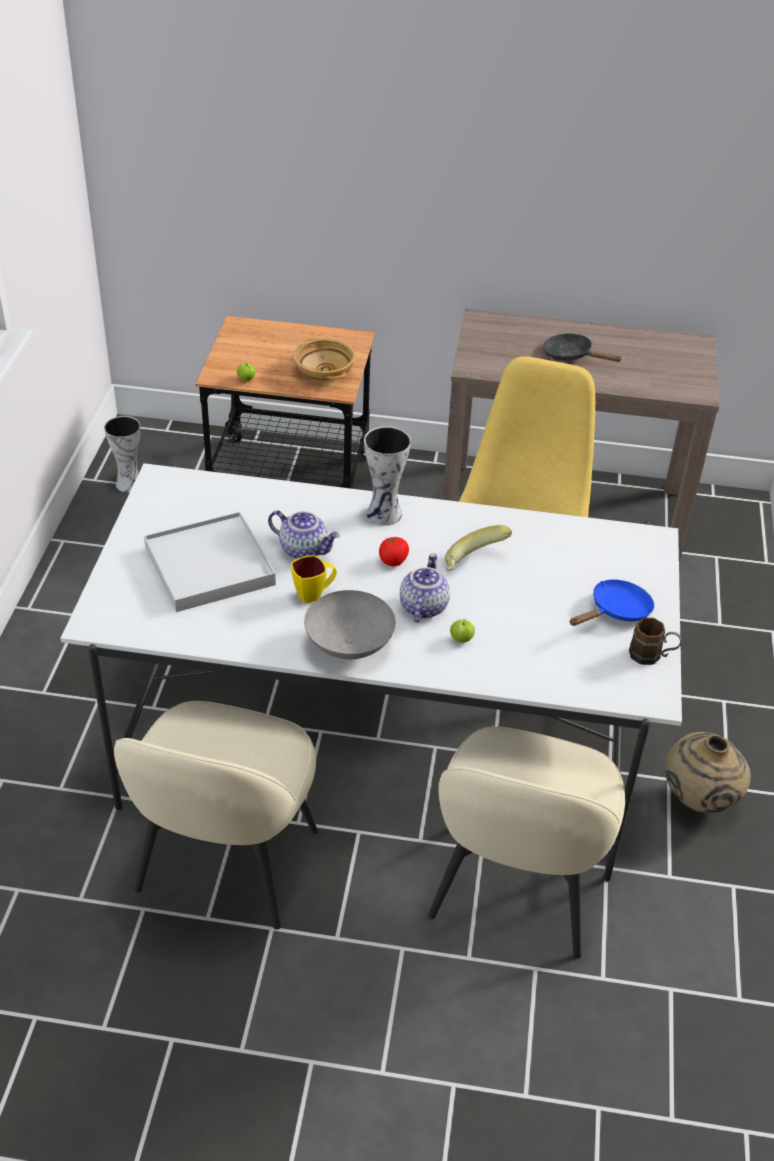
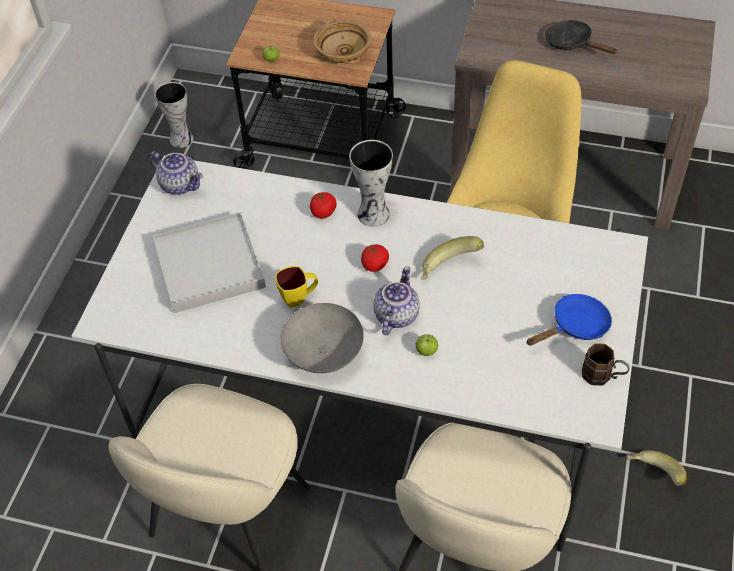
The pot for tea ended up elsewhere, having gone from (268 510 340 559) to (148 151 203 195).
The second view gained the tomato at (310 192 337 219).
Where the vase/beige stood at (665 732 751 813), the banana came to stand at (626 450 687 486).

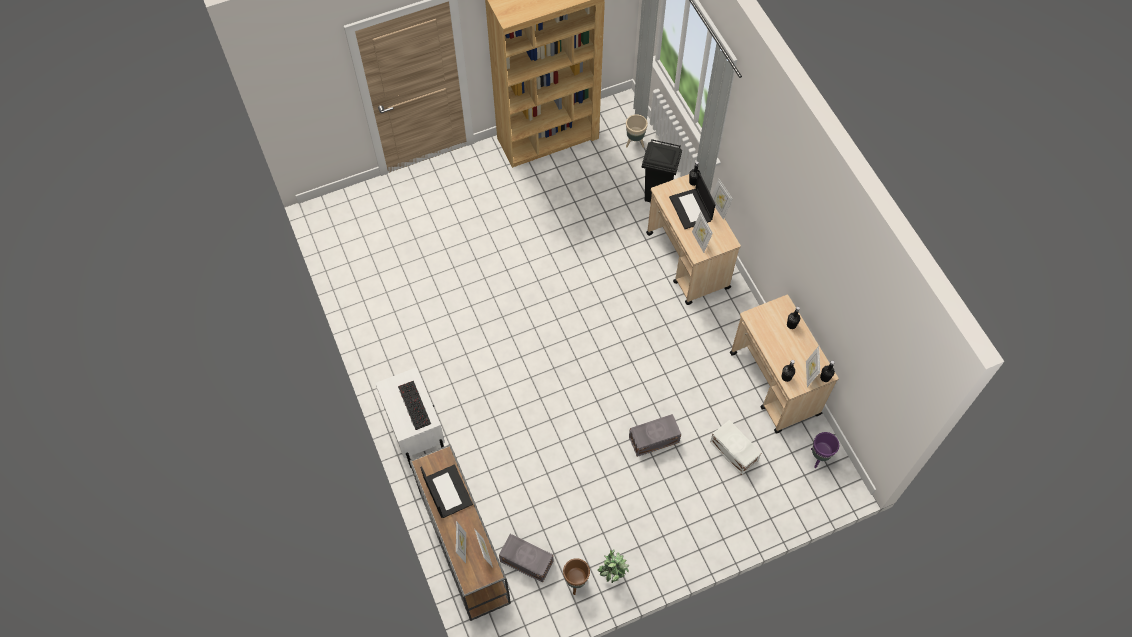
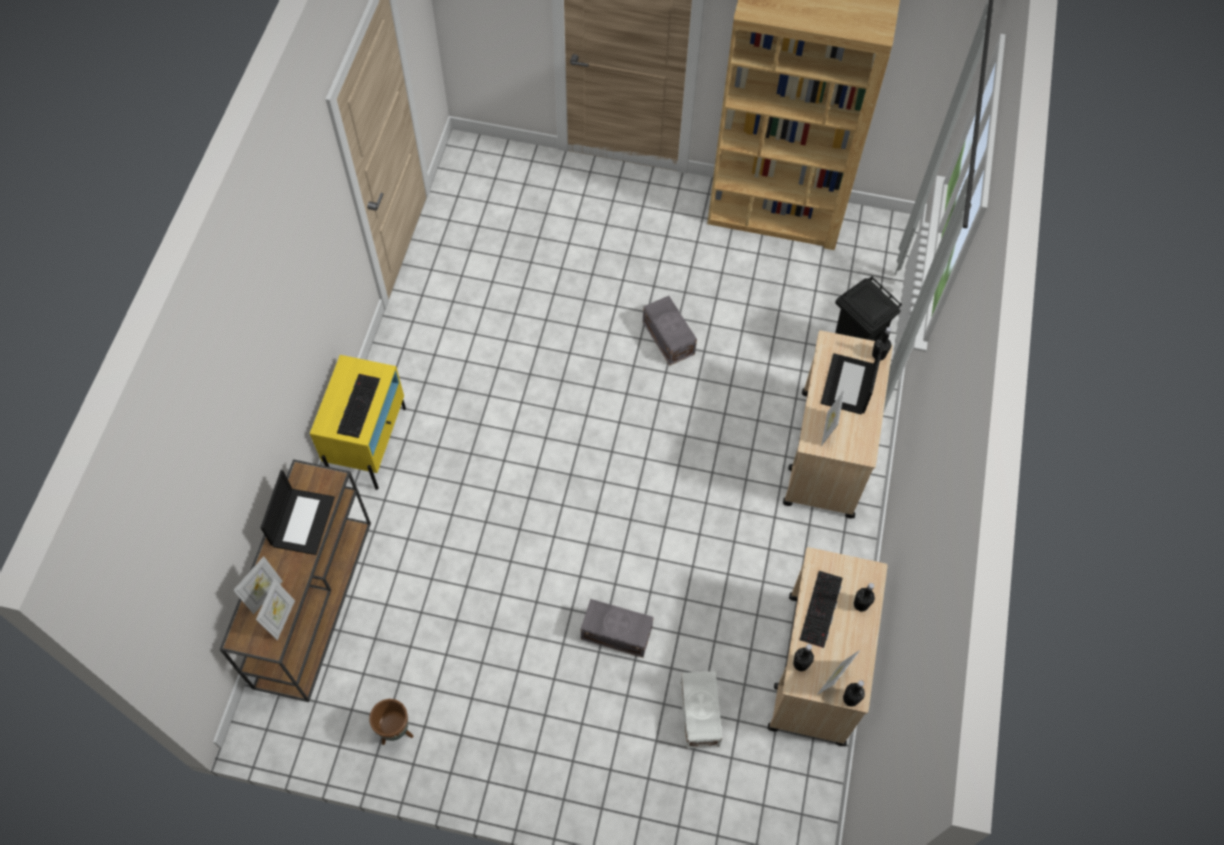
What was the night table/white-coloured at (375 367 445 469) turned into the night table/yellow at (310 355 406 490).
The storage bin/gray ended up elsewhere, having gone from (499 534 553 583) to (643 296 697 365).
The second view gained the PC keyboard at (800 571 843 648).
The second view lost the potted plant at (598 550 629 583).
The second view lost the planter/beige at (626 115 648 148).
The second view lost the picture frame at (712 179 733 220).
The second view lost the planter/purple-coloured at (811 432 839 468).

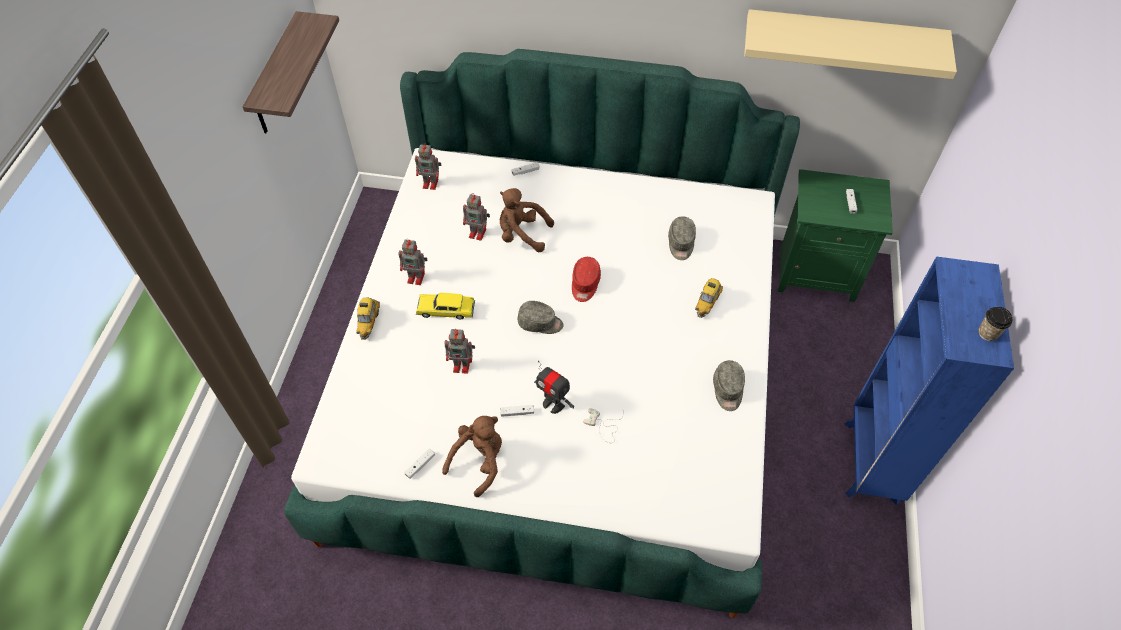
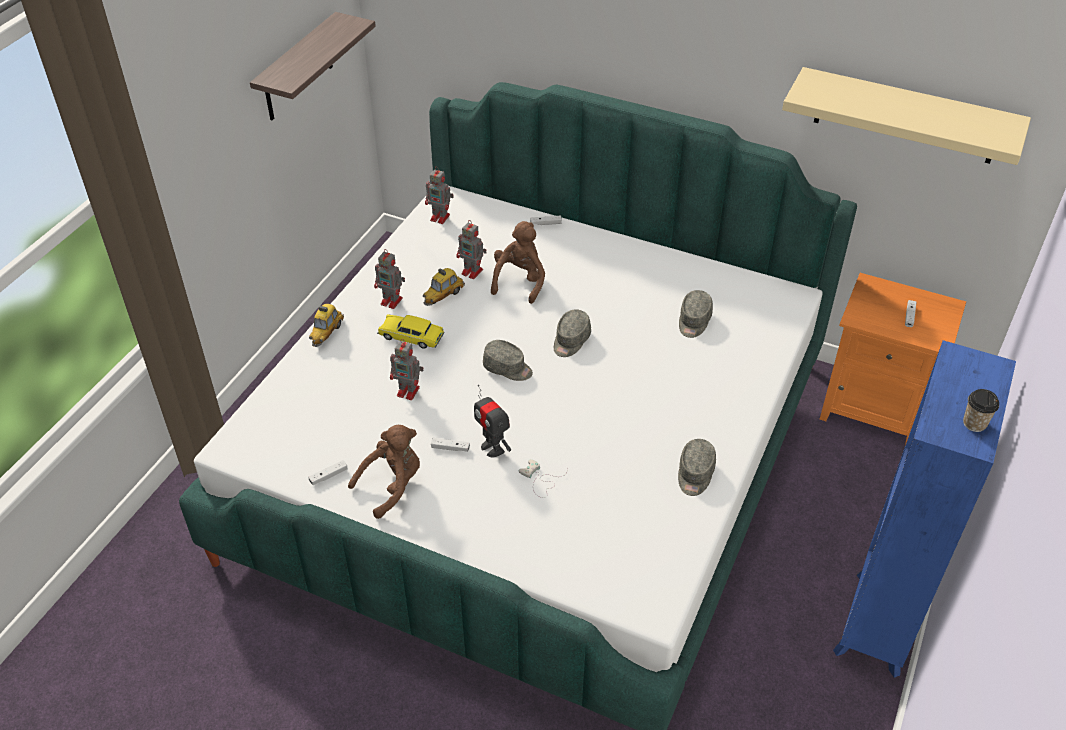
The toy car ended up elsewhere, having gone from (695 278 723 318) to (423 268 465 306).
The cuddly toy/brownish at (500 188 554 252) ended up facing another way, 75 degrees clockwise from before.
What was the baseball cap/reddish at (572 257 601 302) turned into the baseball cap/gray at (554 309 591 357).
What was the night table/greenish at (777 169 893 302) turned into the night table/orange-coloured at (820 273 966 445).

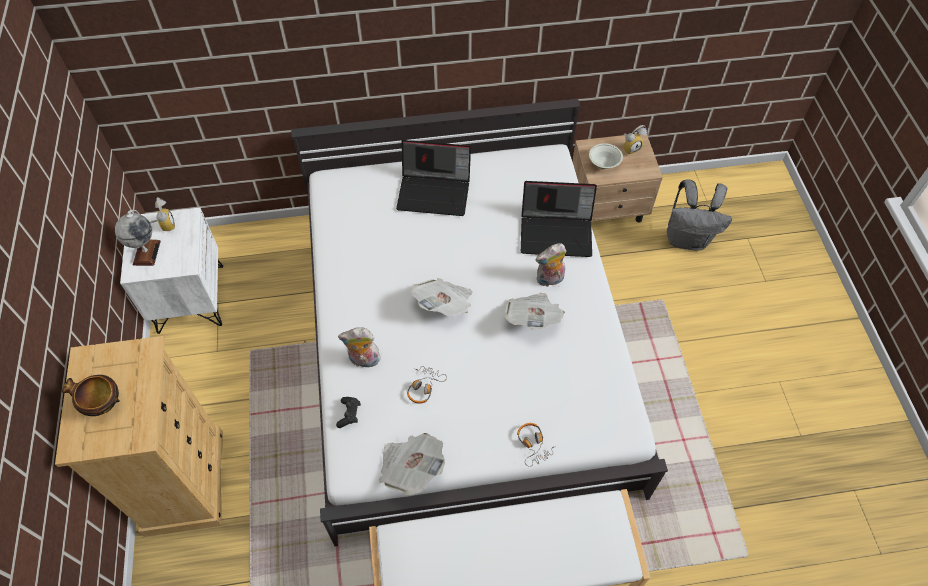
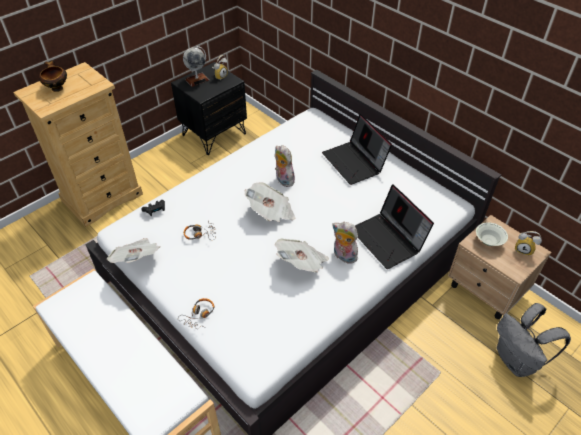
What was the night table/white-coloured at (120 207 223 334) turned into the night table/blackish at (171 62 247 155).
The cuddly toy ended up elsewhere, having gone from (338 327 381 368) to (275 145 295 187).

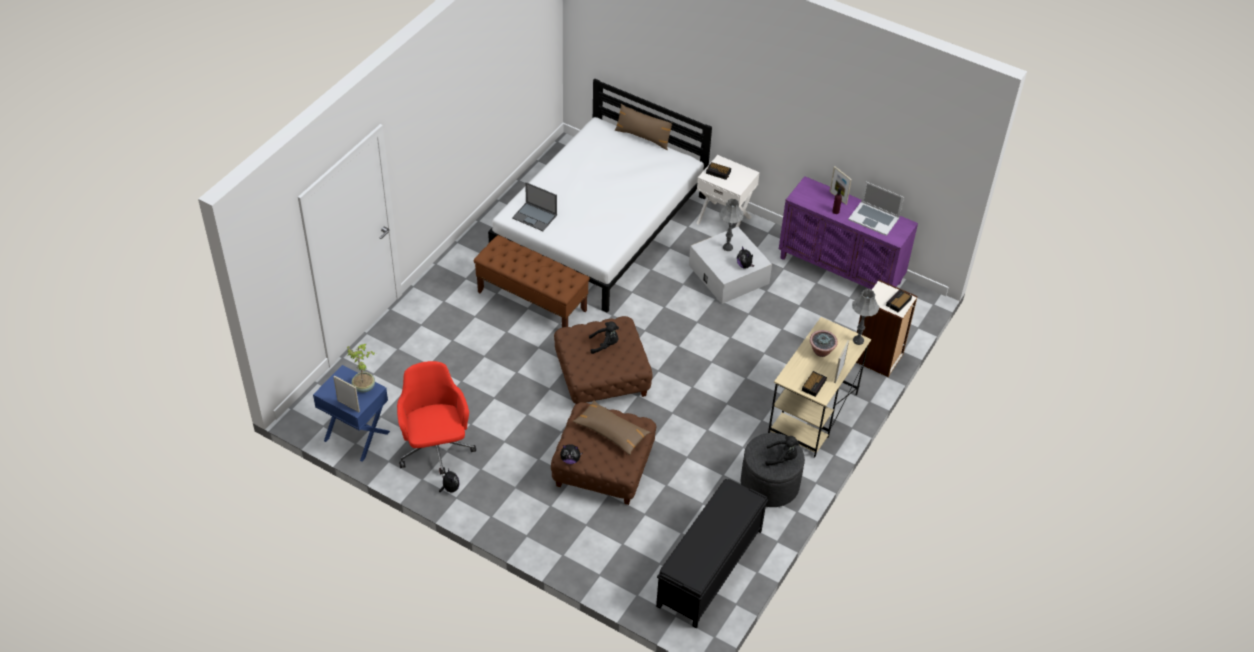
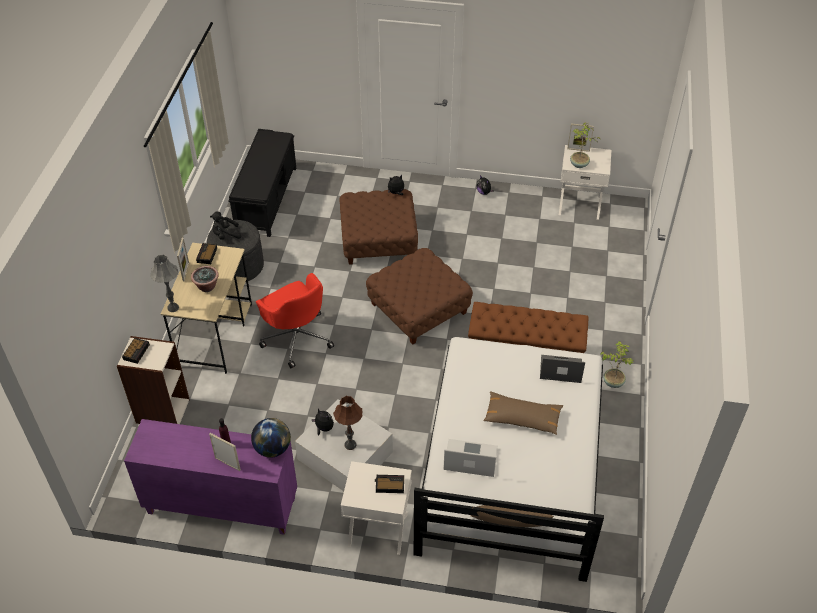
The second view gained the desk globe at (251 418 291 458).
The desk chair/reddish ended up elsewhere, having gone from (397 361 476 475) to (256 273 334 368).
What was the tabletop lamp/gray at (719 198 744 251) turned into the tabletop lamp/brownish at (333 396 362 450).
The portable computer ended up elsewhere, having gone from (848 181 904 236) to (443 439 498 477).
The cushion/brownish ended up elsewhere, having gone from (573 400 650 455) to (483 392 563 435).
What was the night table/blue-coloured at (313 365 390 461) turned into the night table/white-coloured at (559 145 611 220).
The second view gained the potted plant at (600 341 633 388).
The second view lost the cuddly toy/blackish at (589 322 619 354).

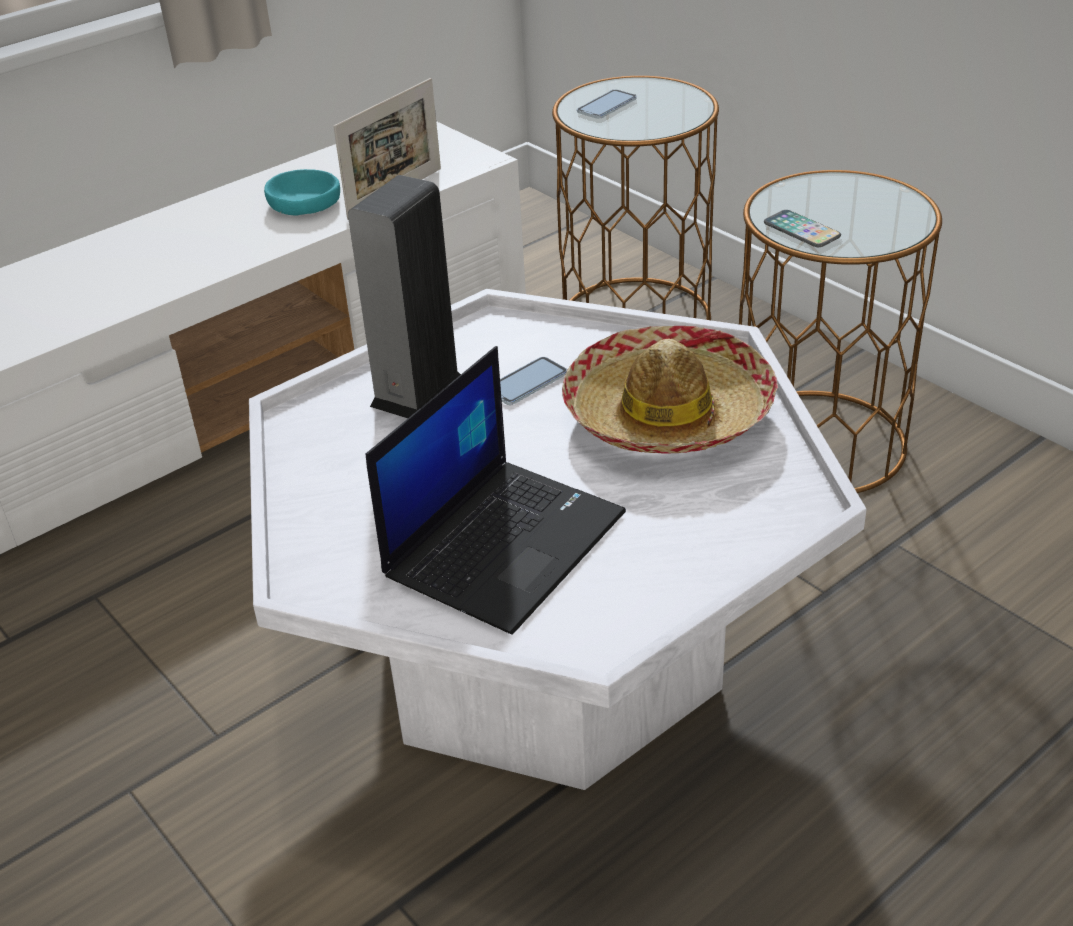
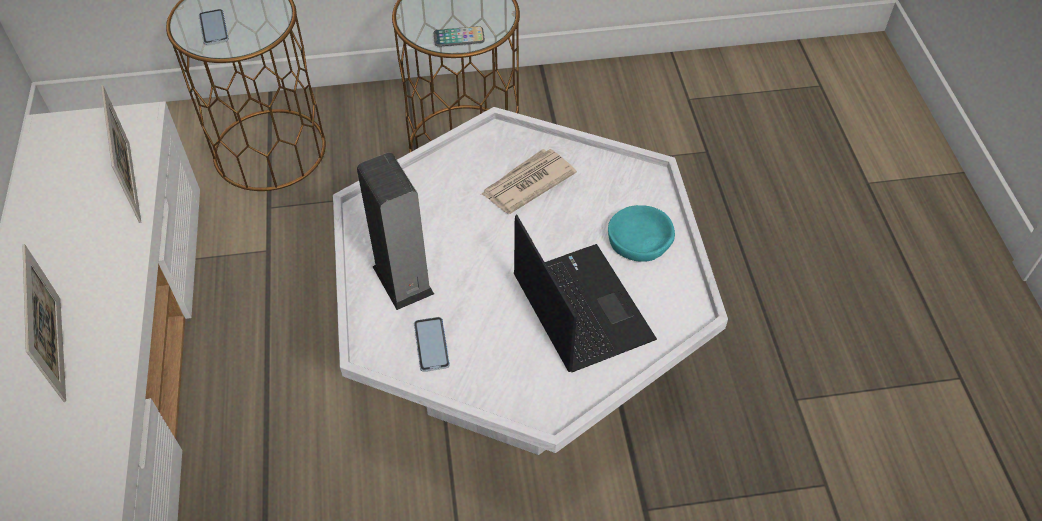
The second view gained the picture frame at (22 244 66 402).
The telephone ended up elsewhere, having gone from (500 357 567 405) to (414 317 450 372).
Where the hat stood at (562 326 778 454), the daily paper came to stand at (481 149 577 214).
The serving bowl/turquoise-coloured ended up elsewhere, having gone from (264 169 340 215) to (608 205 675 262).

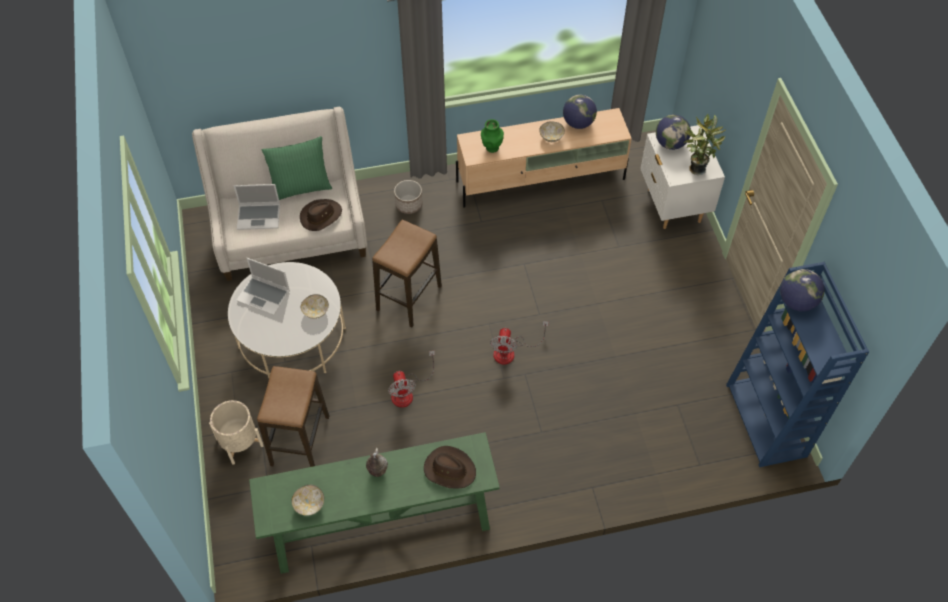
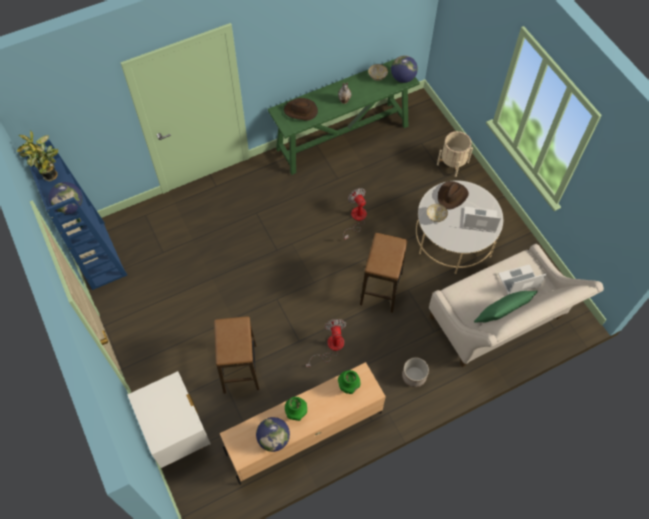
The potted plant ended up elsewhere, having gone from (684 114 726 175) to (17 130 58 181).
The stool seat ended up elsewhere, having gone from (257 366 329 467) to (214 317 259 394).
Where the serving bowl stood at (539 121 565 142), the vase/greenish came to stand at (285 397 307 421).
The cooling fan ended up elsewhere, having gone from (490 321 549 365) to (306 319 346 367).
The desk globe ended up elsewhere, having gone from (656 115 691 150) to (391 55 418 83).
The hat/brownish ended up elsewhere, having gone from (300 199 342 231) to (438 181 469 209).

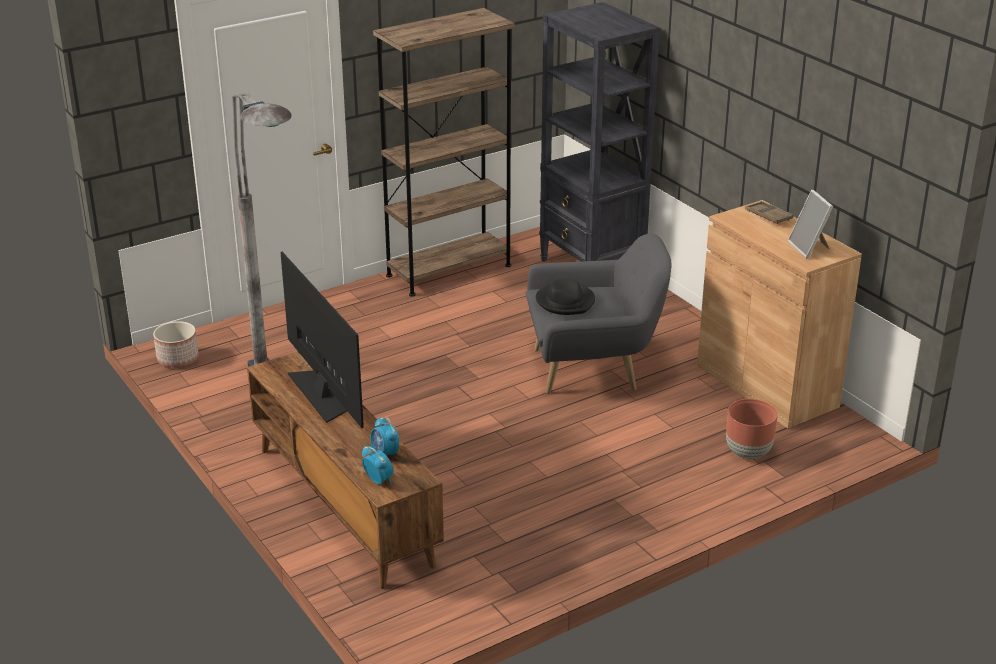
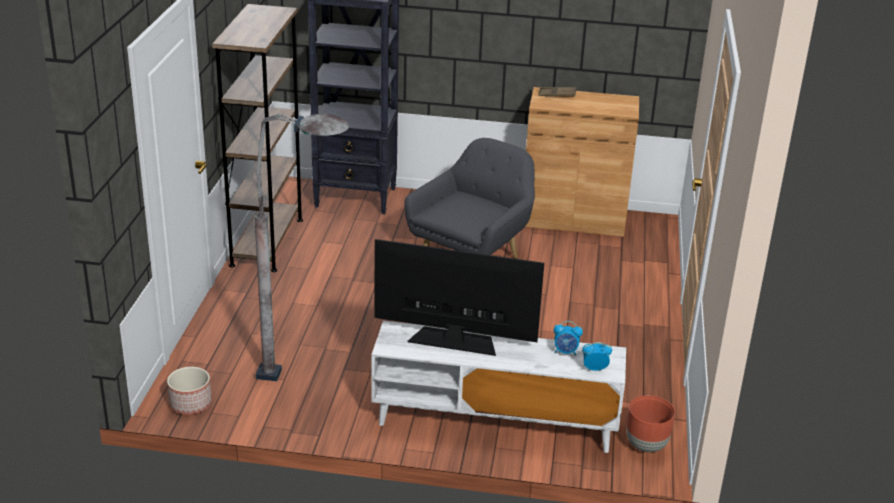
What was the media console/brownish at (247 351 444 589) turned into the media console/white-coloured at (371 321 626 453).
The planter/brownish ended up elsewhere, having gone from (726 399 778 459) to (626 395 675 452).
The second view lost the hat/blackish at (536 278 595 315).
The second view lost the picture frame at (788 190 833 258).

